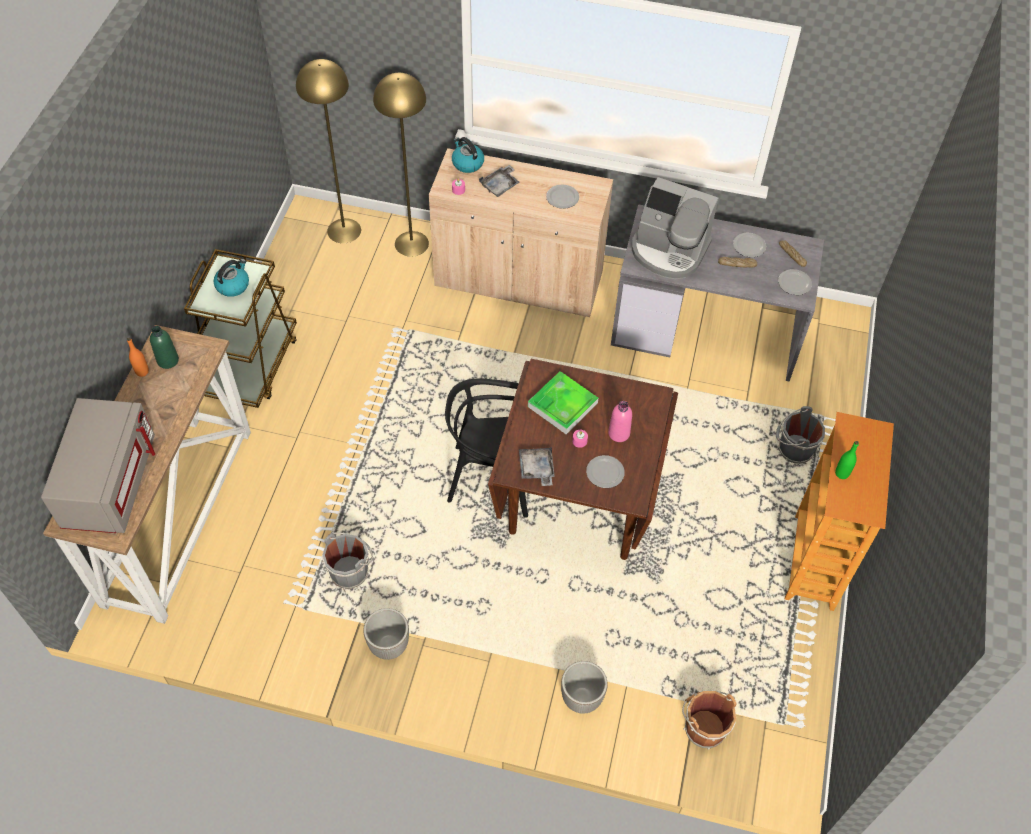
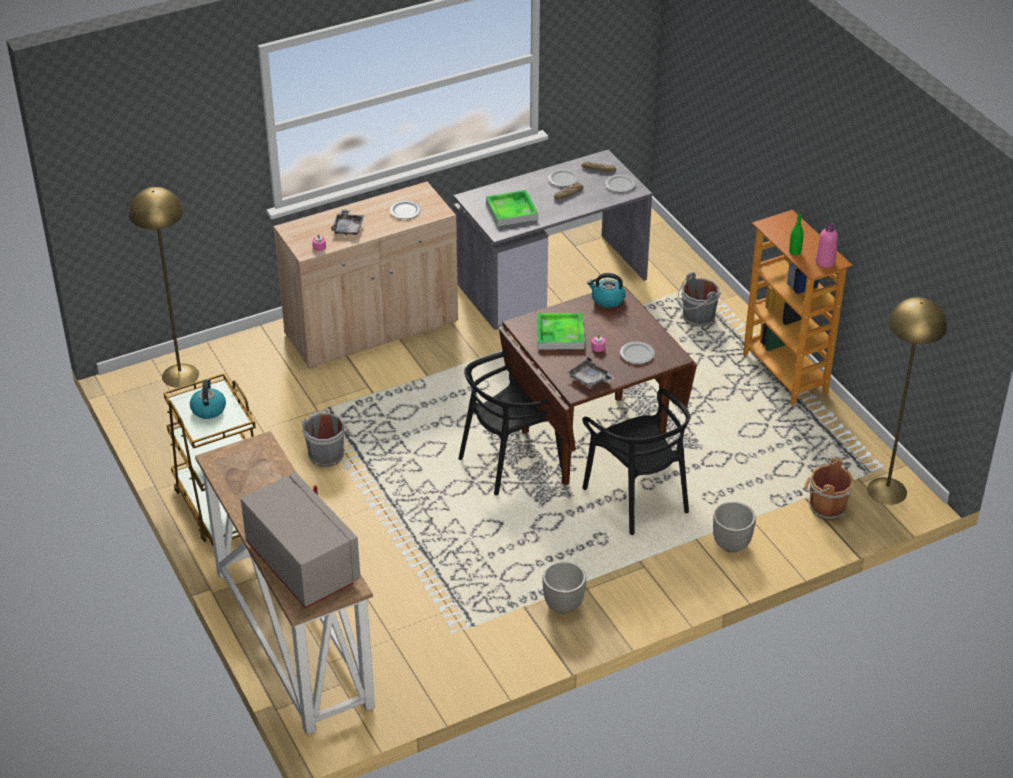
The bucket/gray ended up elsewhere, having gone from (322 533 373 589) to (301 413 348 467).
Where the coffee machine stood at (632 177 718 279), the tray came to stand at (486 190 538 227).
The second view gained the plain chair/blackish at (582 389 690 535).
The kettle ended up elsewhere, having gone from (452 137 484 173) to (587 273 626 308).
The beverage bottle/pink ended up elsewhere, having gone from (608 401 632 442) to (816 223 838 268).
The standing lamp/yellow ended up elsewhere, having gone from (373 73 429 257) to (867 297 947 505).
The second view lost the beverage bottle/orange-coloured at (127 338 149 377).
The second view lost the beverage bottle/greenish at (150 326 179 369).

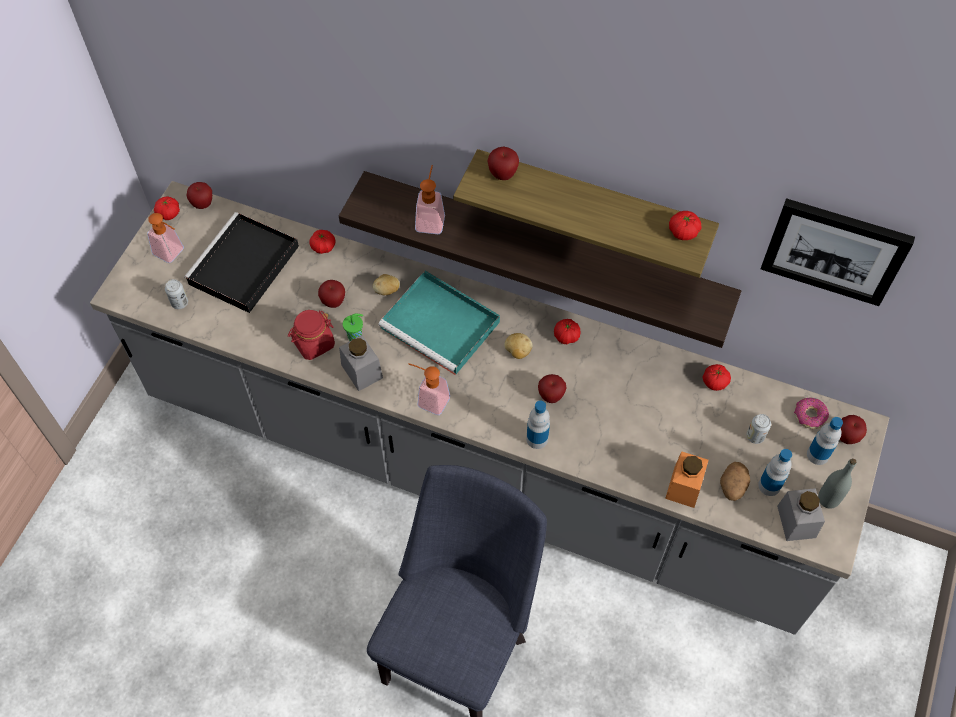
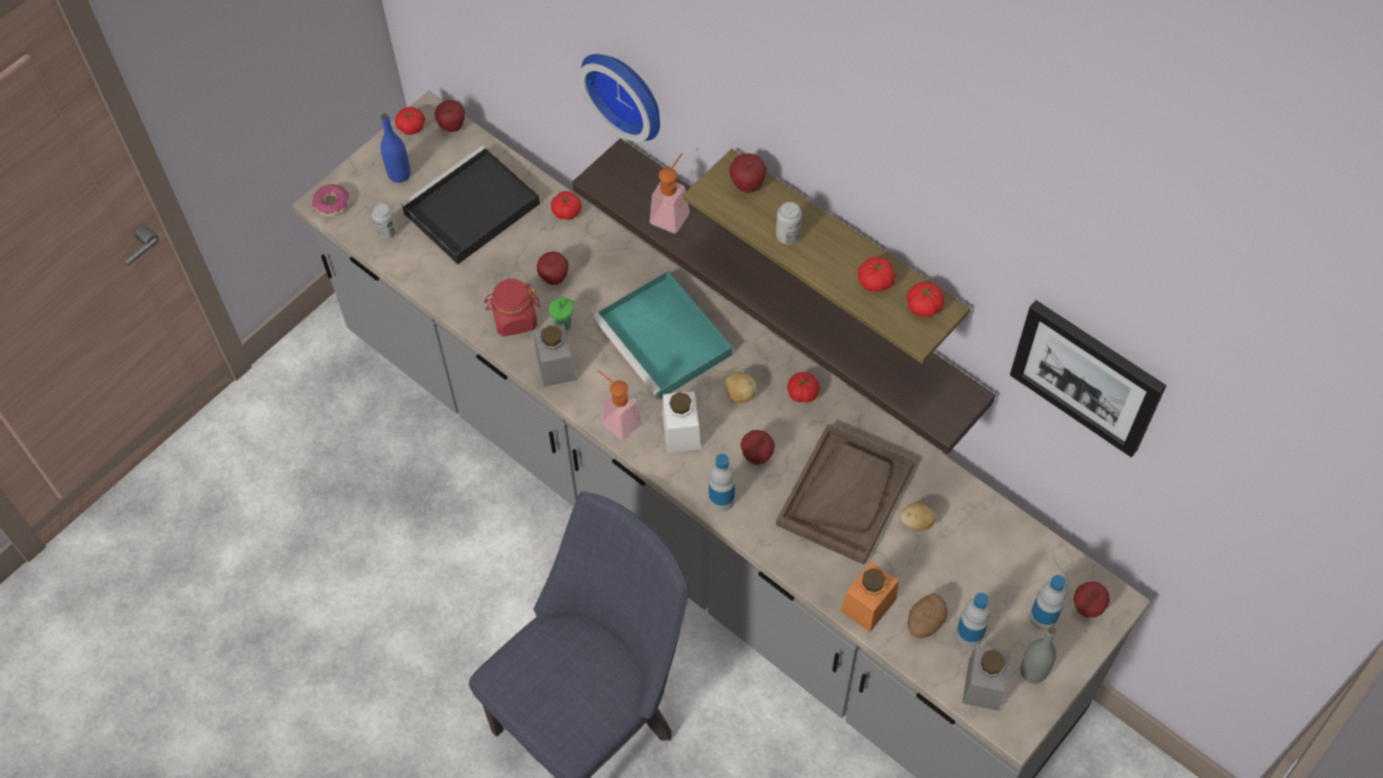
The doughnut ended up elsewhere, having gone from (794 398 829 429) to (312 184 349 217).
Where the liquid soap bottle stood at (147 213 184 263), the beverage bottle/blue-coloured came to stand at (381 113 411 183).
The second view gained the clock on the wall at (579 54 660 142).
The second view gained the preserve jar/white-coloured at (663 391 701 452).
The can ended up elsewhere, having gone from (747 414 771 444) to (776 202 802 244).
The second view gained the tray/brownish at (776 424 915 565).
The tomato ended up elsewhere, having gone from (703 364 731 391) to (858 257 895 292).
The spud ended up elsewhere, having gone from (373 274 400 295) to (901 502 936 531).

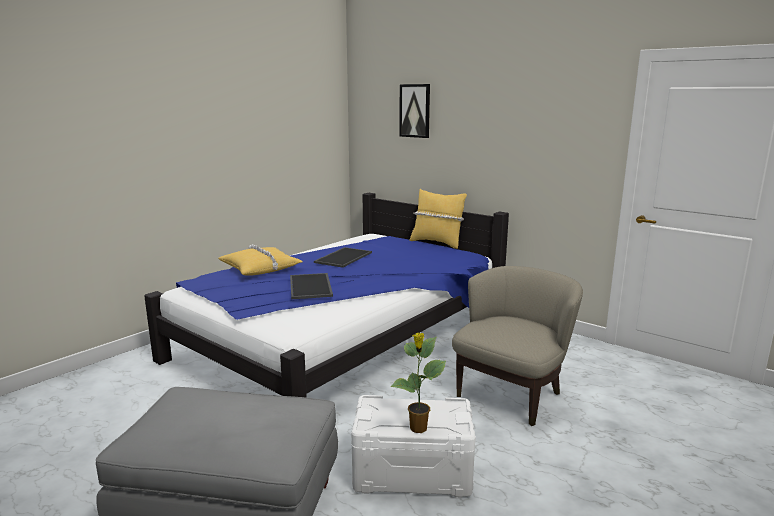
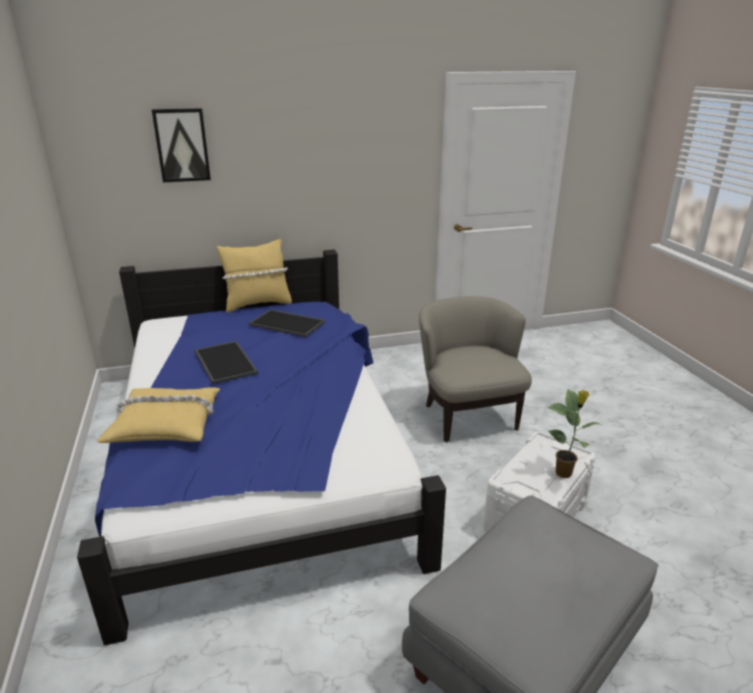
The tray ended up elsewhere, having gone from (290 273 333 299) to (249 309 325 337).

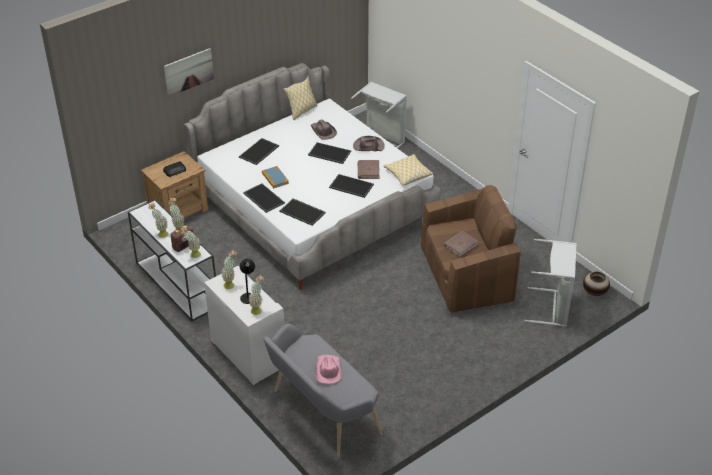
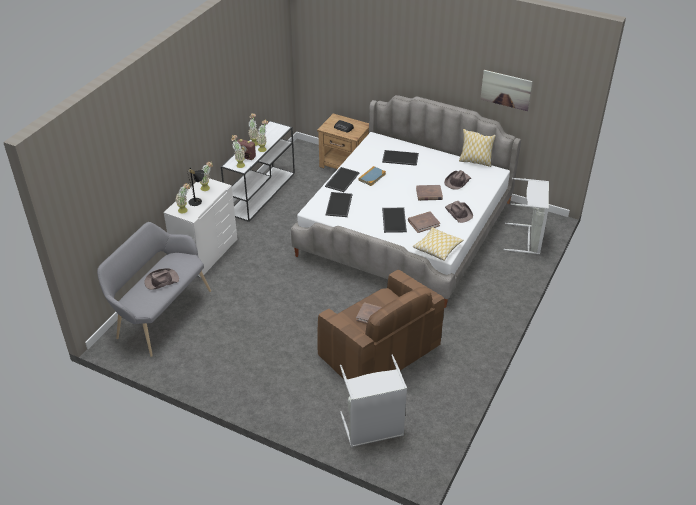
What was the hat/pink at (316 355 341 384) turned into the hat/brownish at (144 268 179 290).
Where the tray stood at (308 142 351 164), the volume/brownish came to stand at (416 185 443 201).
The picture ended up elsewhere, having gone from (164 48 214 97) to (480 70 533 111).
The second view lost the vase at (583 272 610 296).

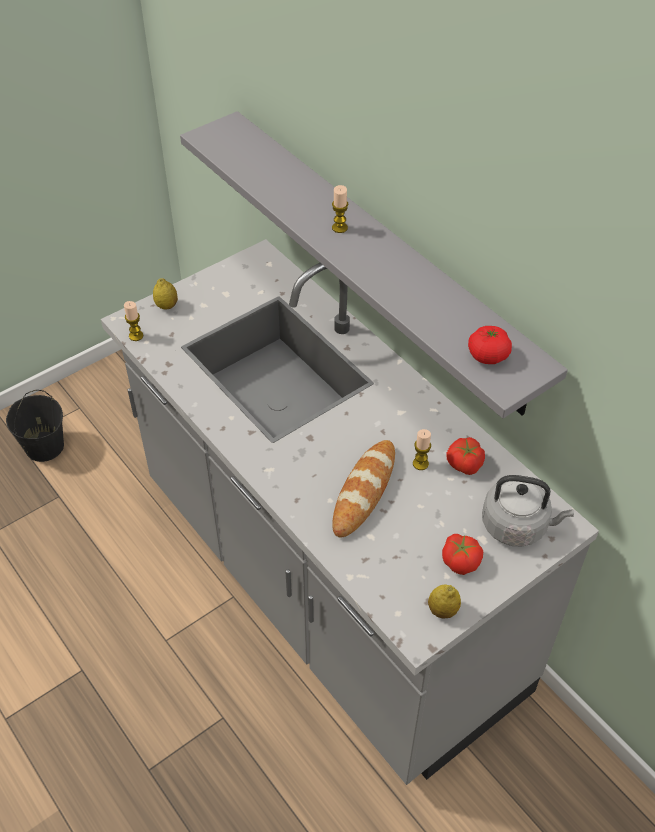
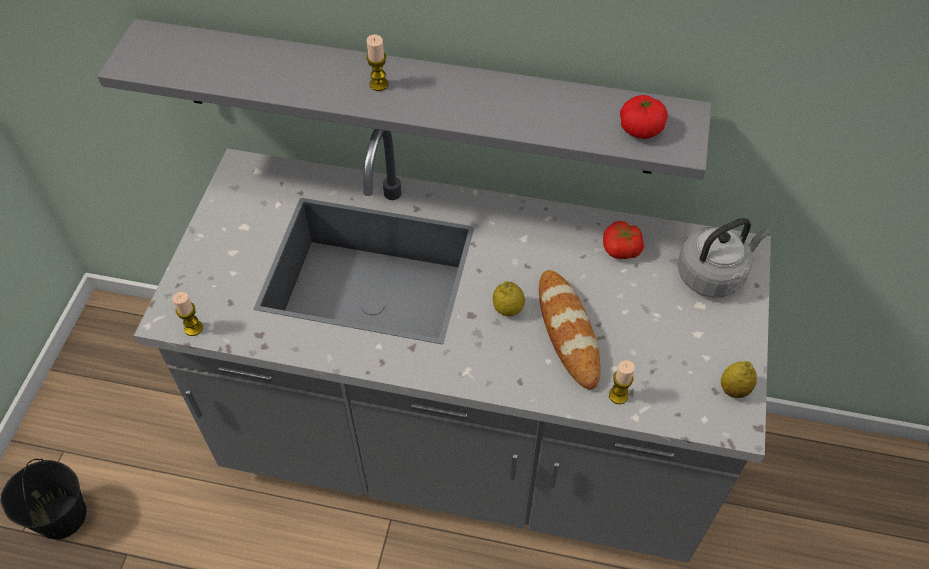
The lemon ended up elsewhere, having gone from (153 278 178 309) to (493 281 525 316).
The wax candle ended up elsewhere, having gone from (413 429 431 470) to (609 360 635 404).
The second view lost the tomato at (442 534 483 575).

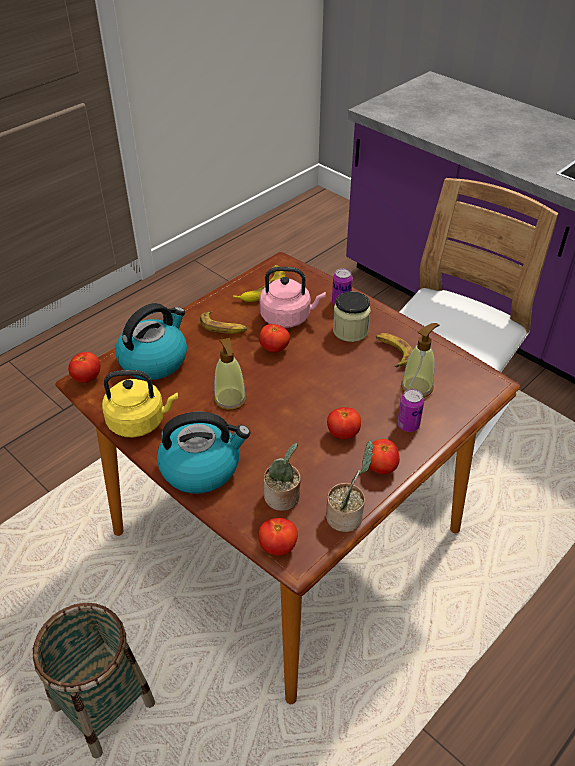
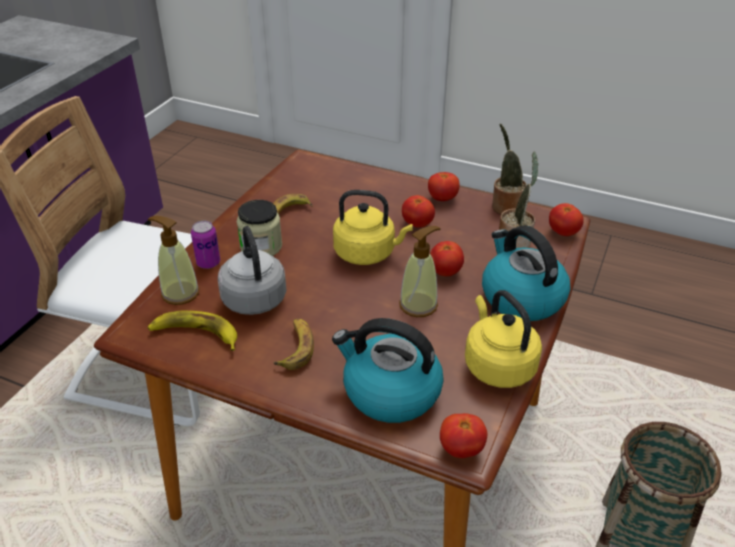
The liquid soap bottle ended up elsewhere, having gone from (401 323 439 398) to (148 216 199 305).
What was the kettle/pink at (259 267 326 328) turned into the kettle/gray at (218 226 287 315).
The second view gained the kettle/yellow at (333 190 413 265).
The tomato ended up elsewhere, having gone from (259 324 290 352) to (430 241 464 276).
The second view lost the can at (397 389 424 432).

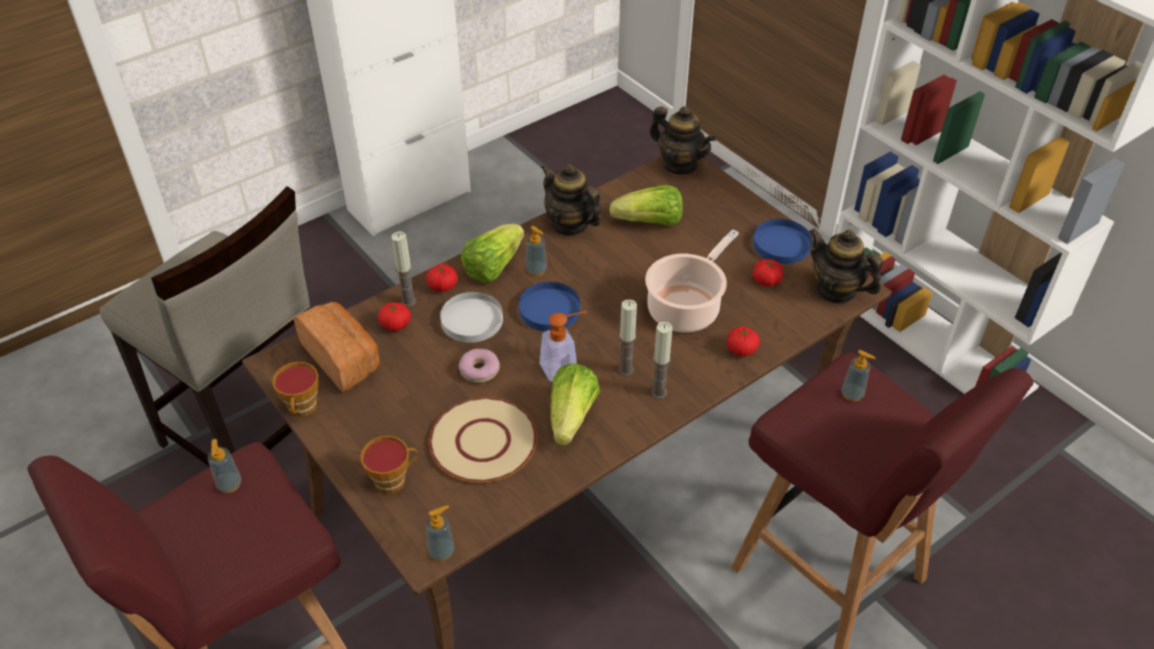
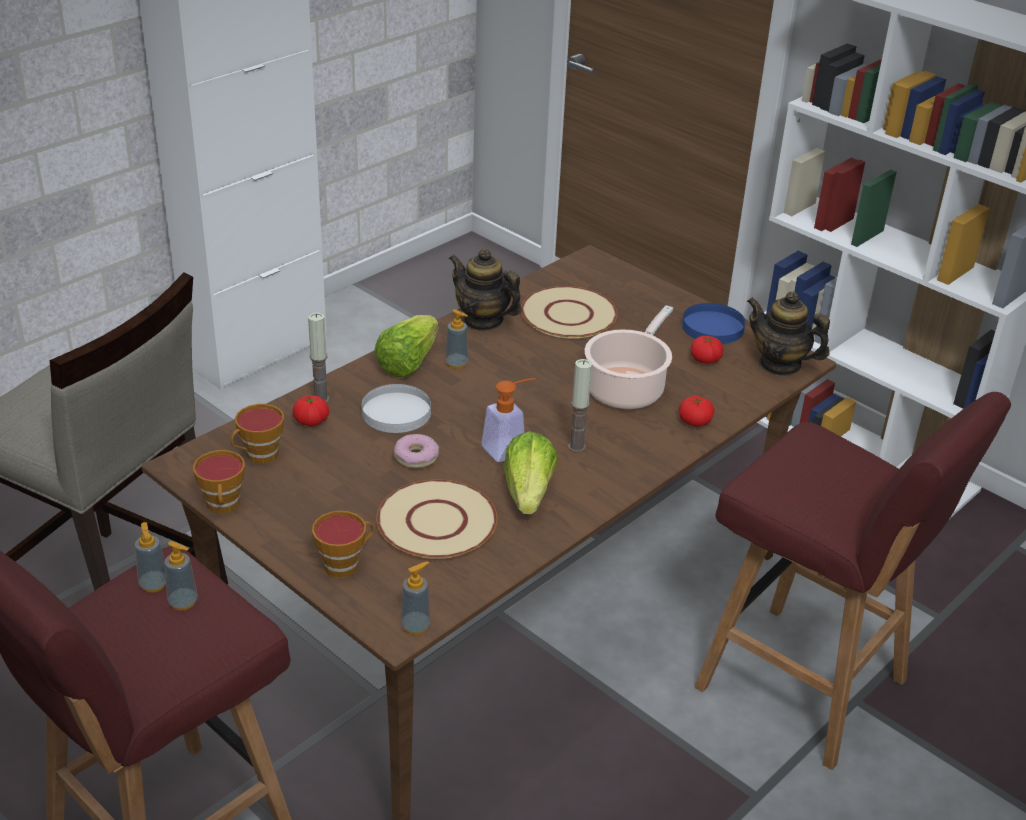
The liquid soap bottle ended up elsewhere, having gone from (841 350 875 402) to (164 541 198 611).
Where the bread stood at (293 302 380 392), the cup came to stand at (230 404 284 464).
Where the lettuce head stood at (610 185 683 226), the plate/beige came to stand at (521 286 617 339).
The second view lost the tomato at (426 264 458 292).
The second view lost the plate/blue-coloured at (519 282 580 332).
The second view lost the pot for tea at (650 106 716 174).
The second view lost the wax candle at (651 322 672 399).

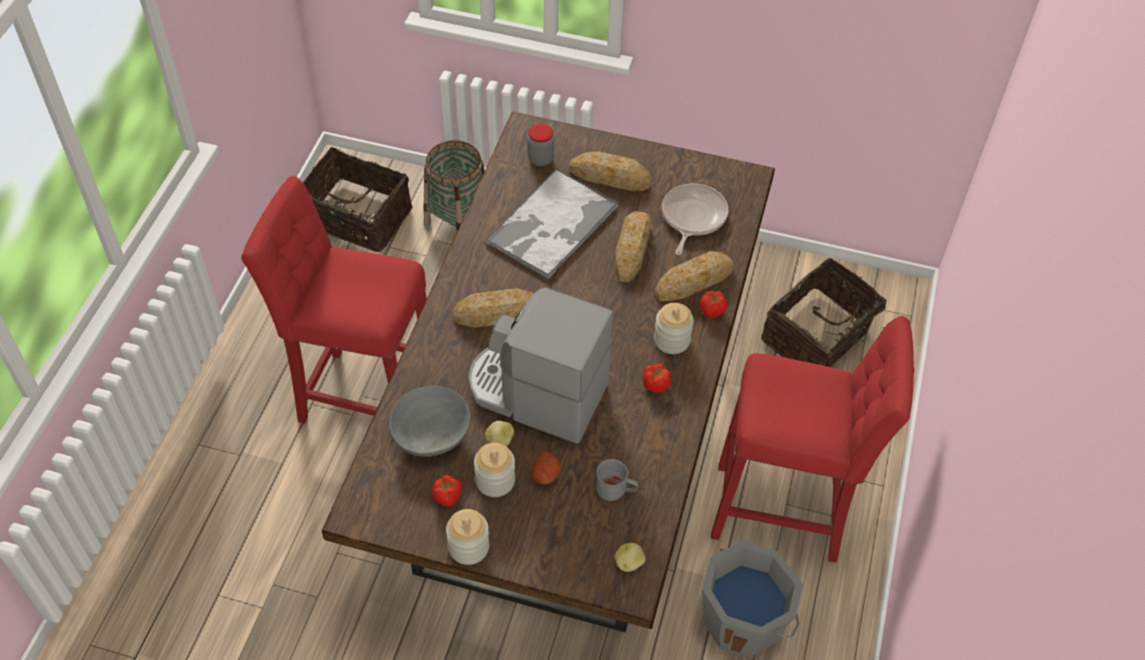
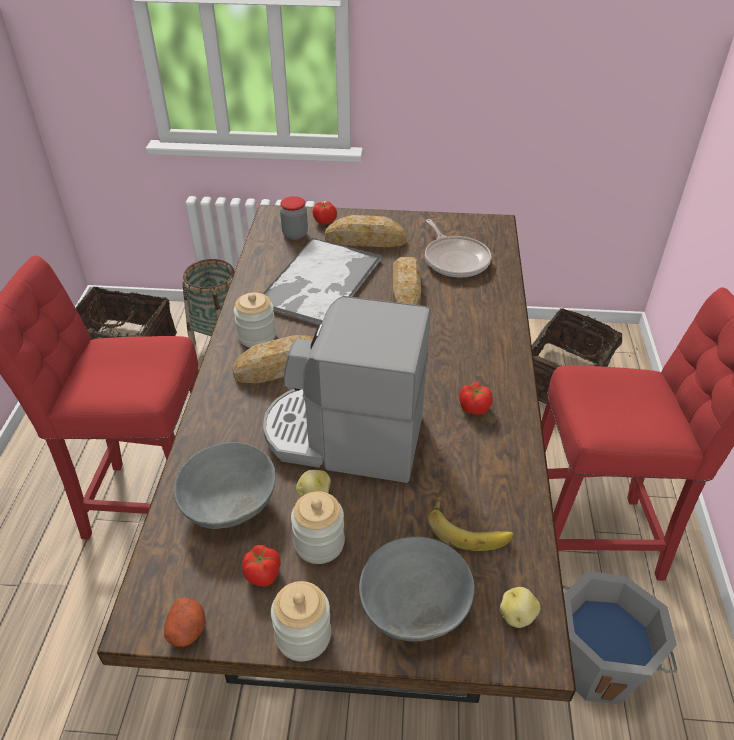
The spud ended up elsewhere, having gone from (532 451 561 485) to (164 597 206 647).
The preserve jar ended up elsewhere, having gone from (654 303 694 354) to (234 292 276 348).
The tomato ended up elsewhere, having gone from (700 291 728 318) to (313 201 337 225).
The second view gained the serving bowl/gray at (359 537 474 642).
The frying pan at (662 184 728 255) ended up facing another way, 150 degrees clockwise from before.
Where the coffee mug/gray stood at (596 459 638 501), the banana came to stand at (428 496 514 551).
The second view lost the bread at (654 251 733 301).

